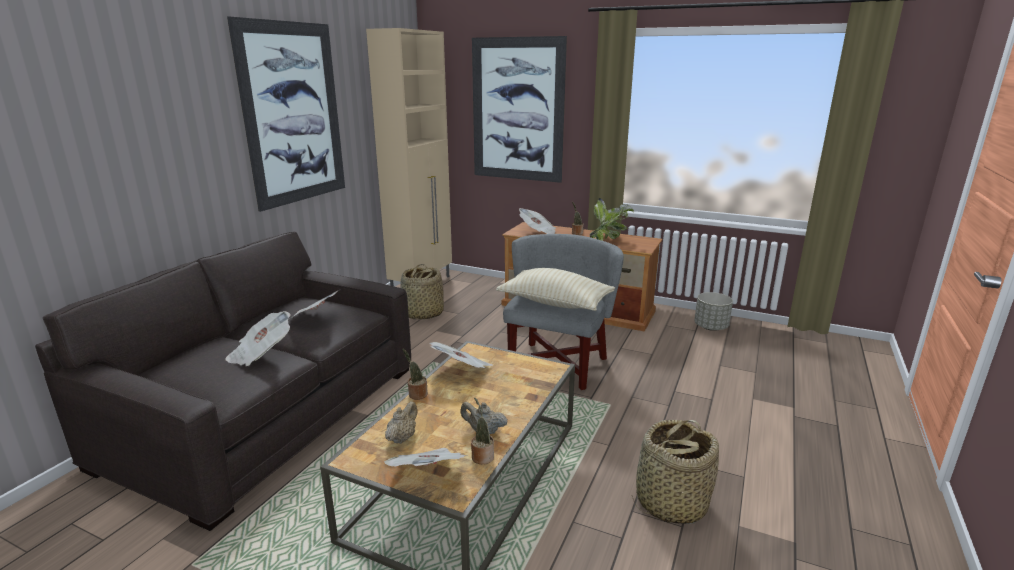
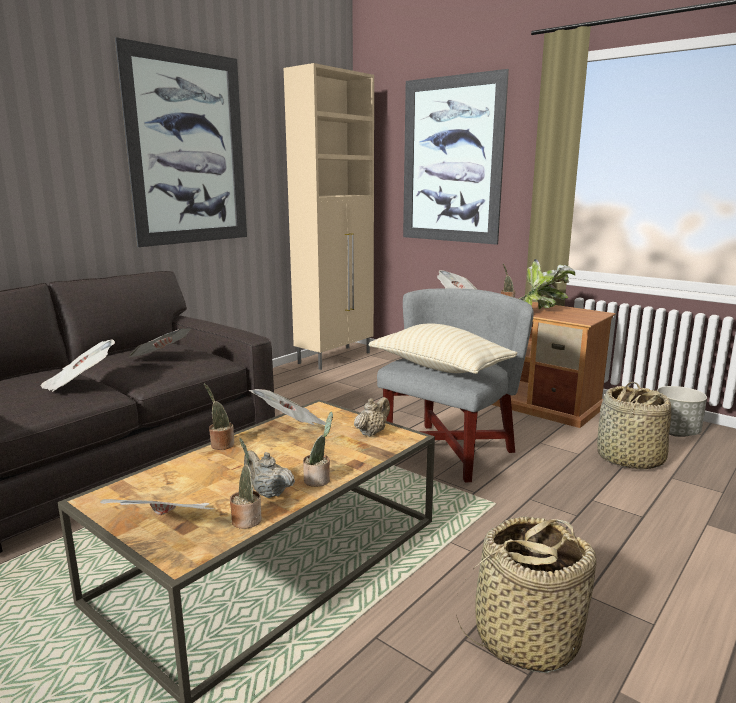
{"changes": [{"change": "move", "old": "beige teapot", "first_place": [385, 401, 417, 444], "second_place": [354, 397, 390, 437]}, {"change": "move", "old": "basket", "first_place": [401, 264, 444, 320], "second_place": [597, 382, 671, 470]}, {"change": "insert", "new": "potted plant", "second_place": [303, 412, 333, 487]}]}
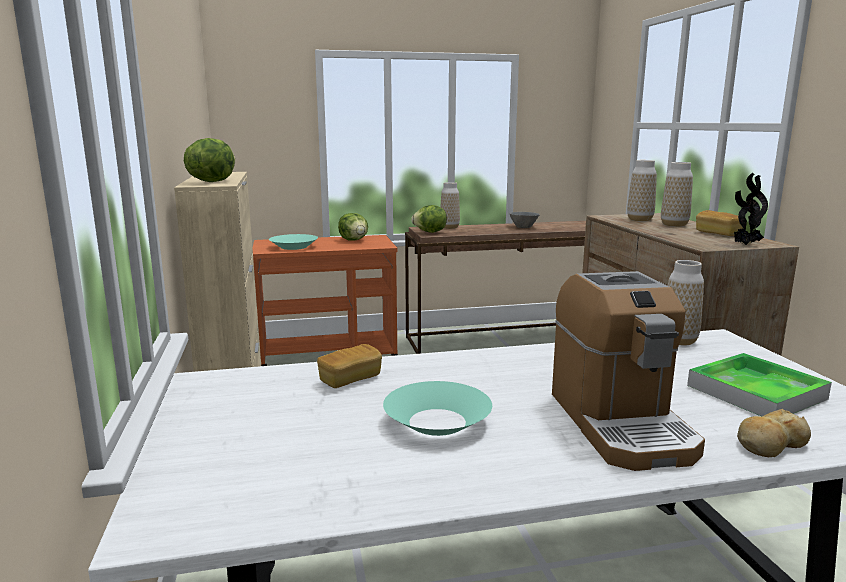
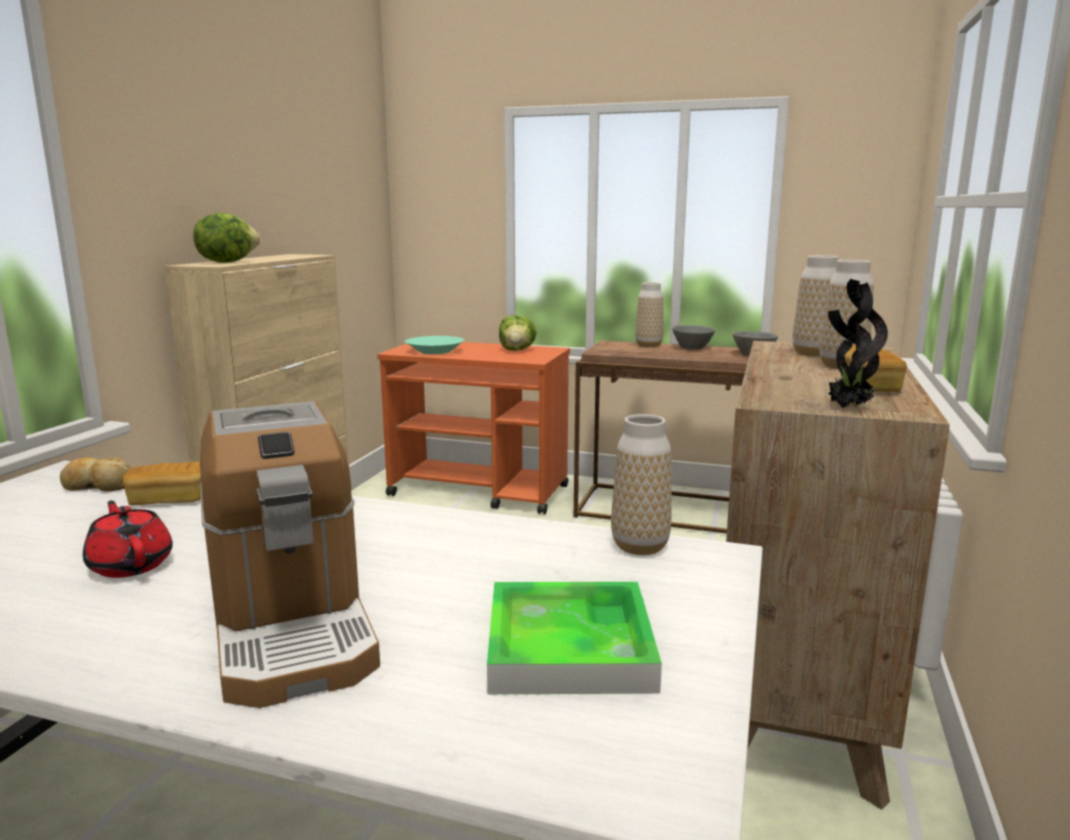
{"changes": [{"change": "replace", "old": "turquoise bowl", "new": "red teapot", "first_place": [383, 381, 492, 436], "second_place": [83, 500, 173, 578]}, {"change": "delete", "old": "lettuce", "first_place": [411, 205, 447, 233]}, {"change": "rotate", "old": "coffee machine", "first_place": [552, 271, 705, 471], "second_place": [200, 401, 380, 708], "degrees": -45}, {"change": "move", "old": "bread", "first_place": [737, 409, 811, 457], "second_place": [60, 457, 131, 491]}, {"change": "insert", "new": "grey bowl", "second_place": [672, 325, 715, 350]}]}
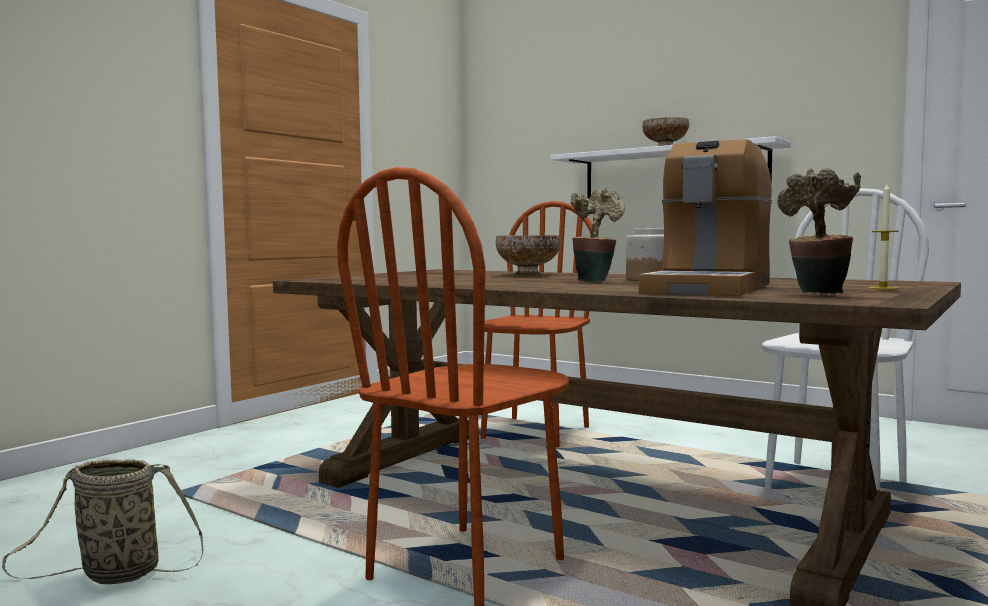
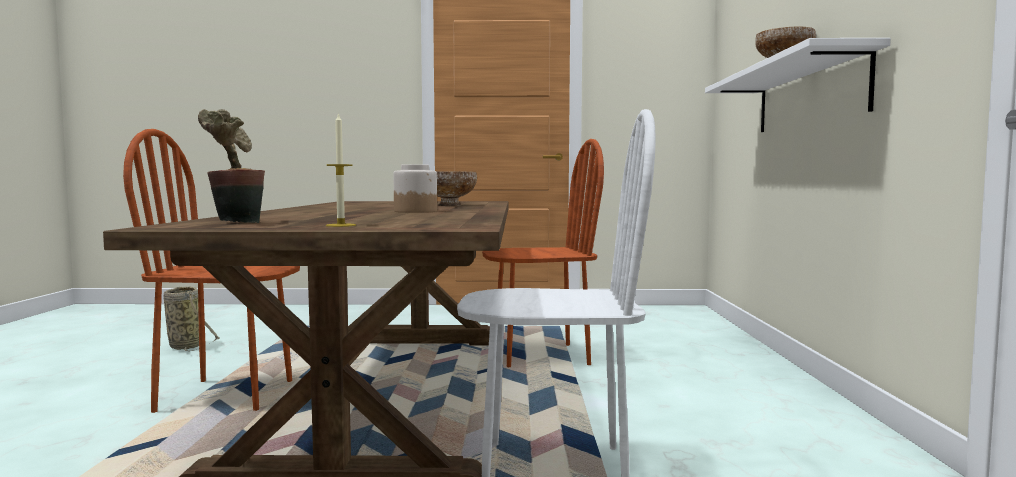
{"changes": [{"change": "delete", "old": "potted plant", "first_place": [570, 188, 625, 282]}, {"change": "delete", "old": "coffee machine", "first_place": [639, 139, 772, 296]}]}
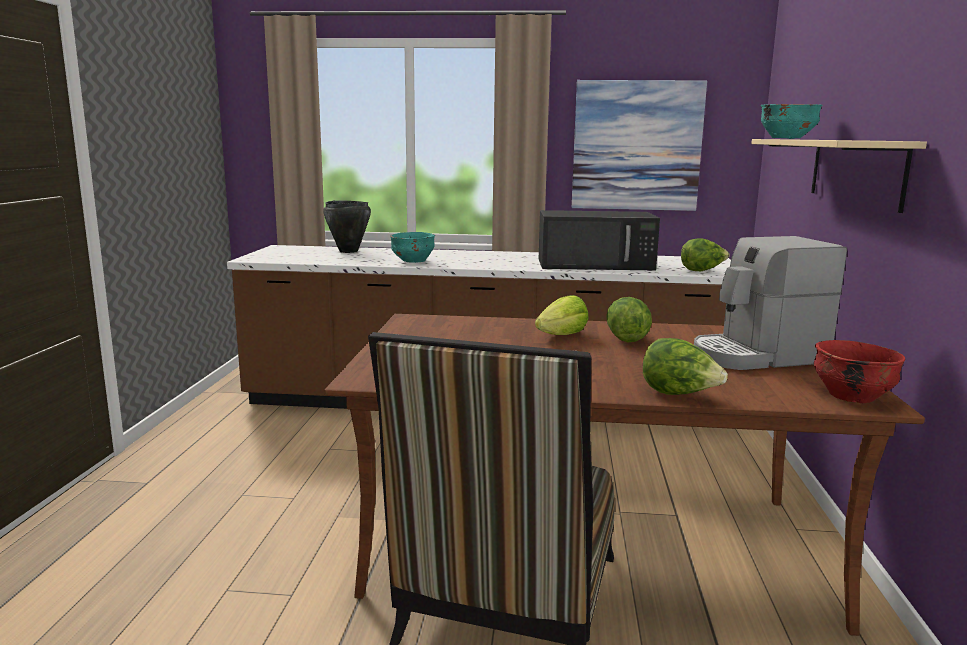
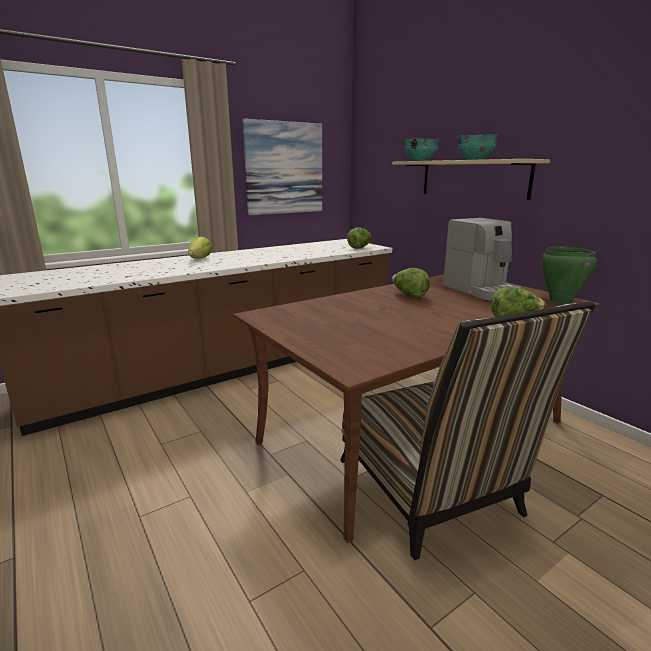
{"changes": [{"change": "delete", "old": "black cooking pot", "first_place": [323, 201, 371, 253]}, {"change": "move", "old": "turquoise bowl", "first_place": [390, 232, 435, 263], "second_place": [458, 135, 498, 160]}, {"change": "move", "old": "lettuce", "first_place": [535, 295, 589, 335], "second_place": [188, 236, 212, 259]}, {"change": "delete", "old": "black microwave", "first_place": [539, 210, 660, 270]}, {"change": "rotate", "old": "coffee machine", "first_place": [694, 236, 847, 370], "second_place": [443, 218, 521, 300], "degrees": -60}, {"change": "replace", "old": "red bowl", "new": "green cooking pot", "first_place": [814, 340, 906, 403], "second_place": [541, 246, 597, 304]}]}
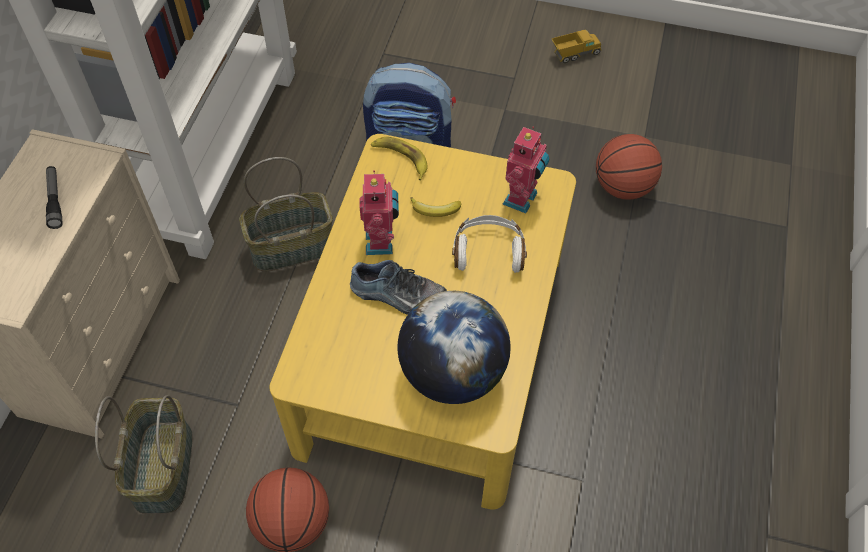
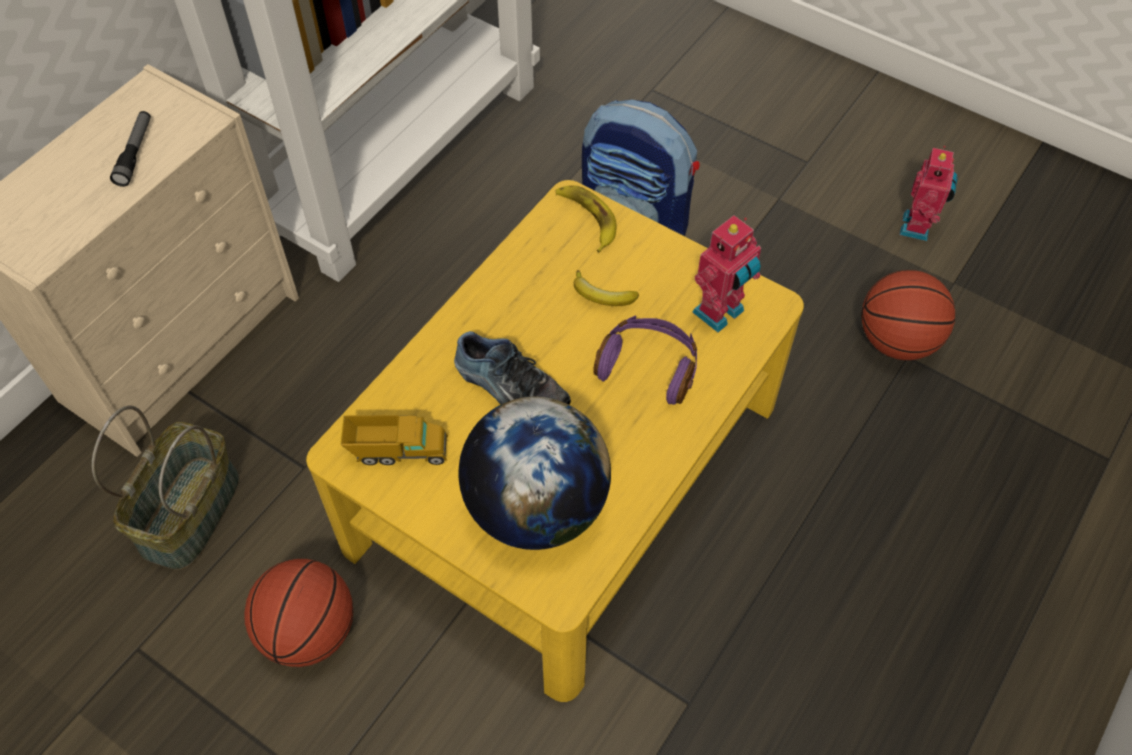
{"changes": [{"change": "delete", "old": "basket", "first_place": [239, 157, 333, 271]}, {"change": "move", "old": "toy robot", "first_place": [360, 170, 399, 255], "second_place": [899, 146, 958, 241]}, {"change": "recolor", "old": "white headphones", "new": "purple headphones", "first_place": [452, 215, 527, 273], "second_place": [593, 316, 697, 405]}, {"change": "move", "old": "toy truck", "first_place": [552, 29, 601, 63], "second_place": [341, 415, 448, 465]}]}
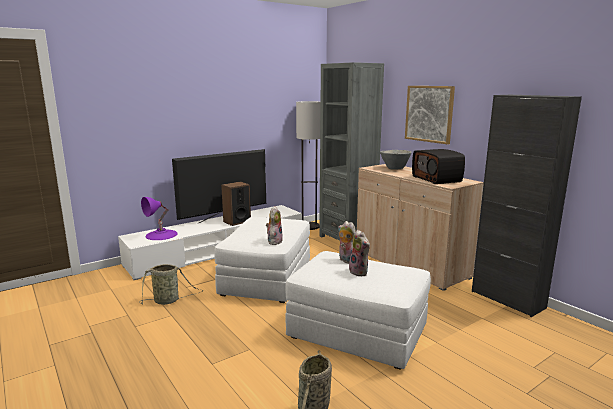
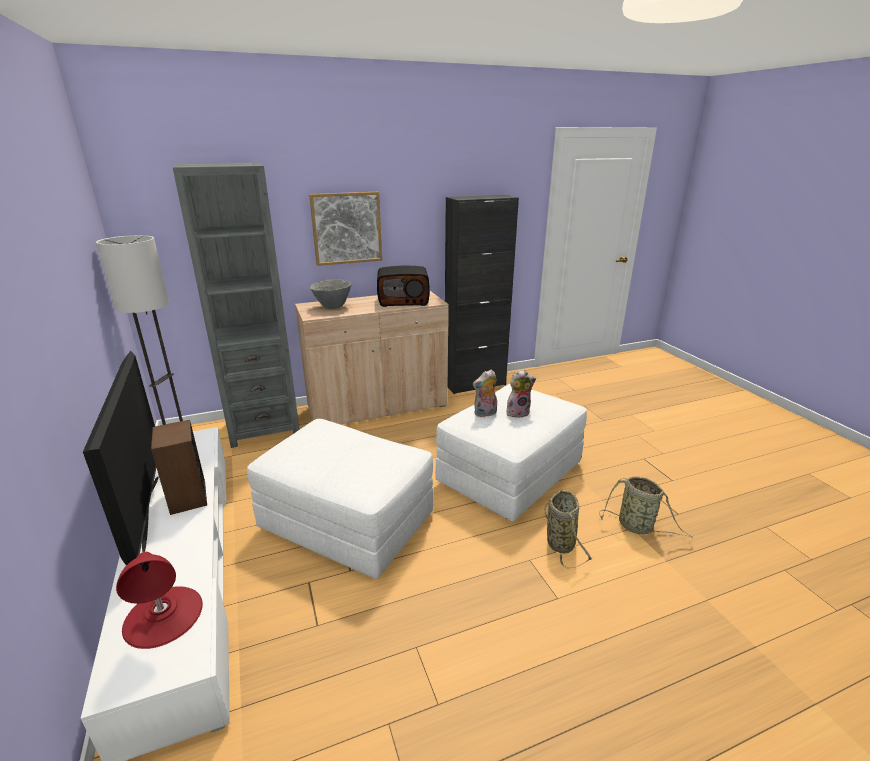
{"changes": [{"change": "move", "old": "basket", "first_place": [139, 264, 204, 305], "second_place": [544, 490, 592, 569]}, {"change": "recolor", "old": "purple table lamp", "new": "red table lamp", "first_place": [141, 197, 178, 240], "second_place": [116, 552, 203, 649]}, {"change": "delete", "old": "plush toy", "first_place": [266, 206, 283, 245]}]}
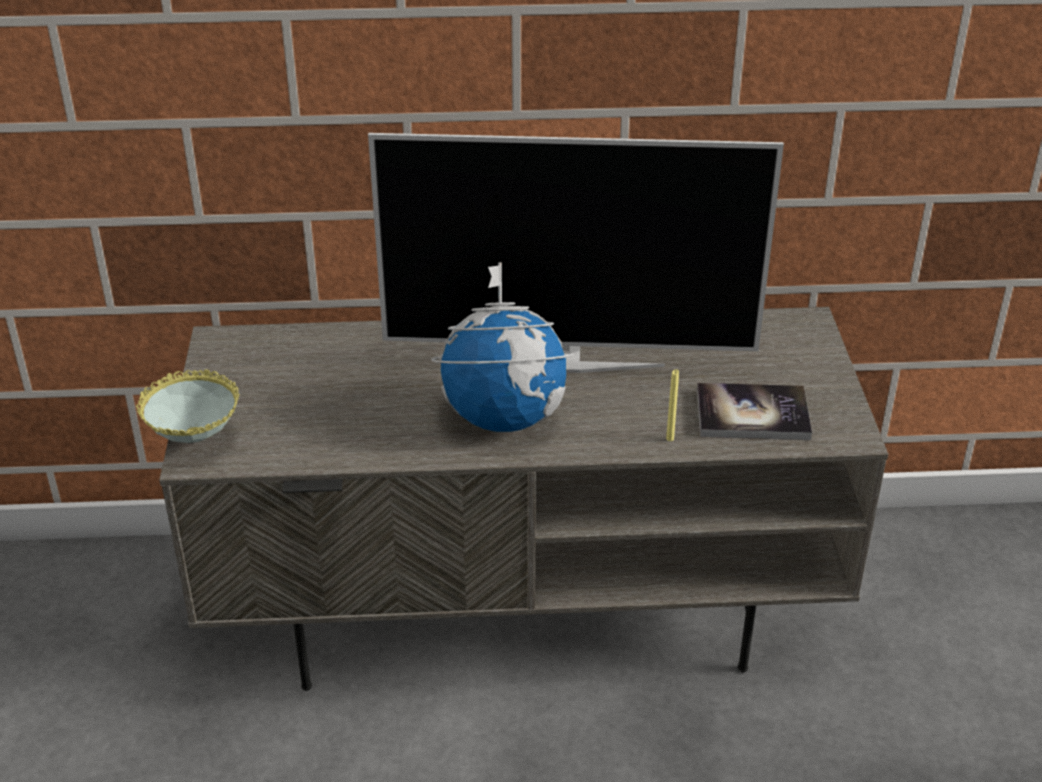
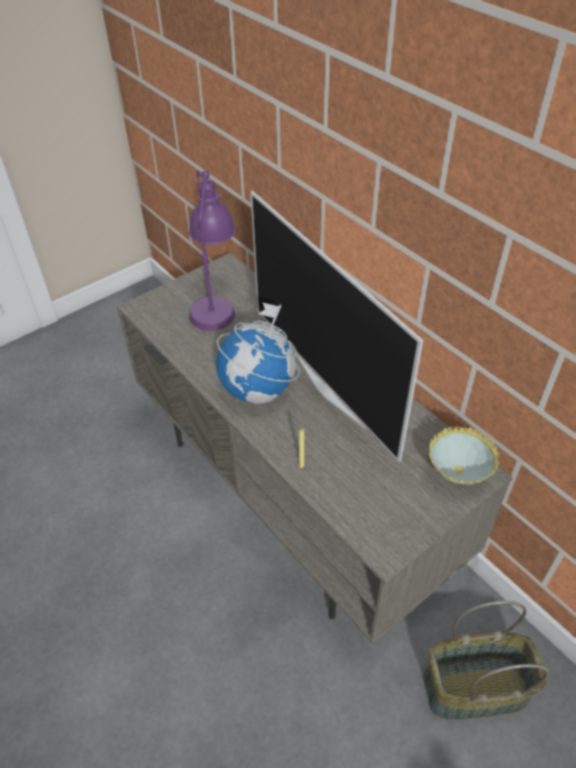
{"changes": [{"change": "move", "old": "bowl", "first_place": [136, 369, 239, 443], "second_place": [429, 427, 499, 485]}, {"change": "delete", "old": "book", "first_place": [697, 383, 812, 440]}, {"change": "insert", "new": "purple table lamp", "second_place": [189, 170, 236, 331]}, {"change": "insert", "new": "basket", "second_place": [423, 601, 549, 720]}]}
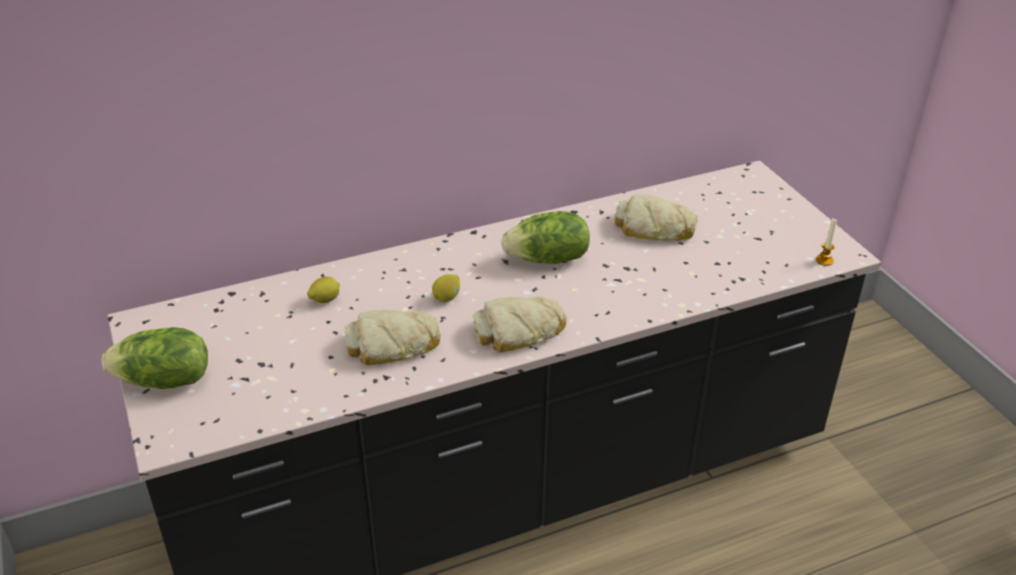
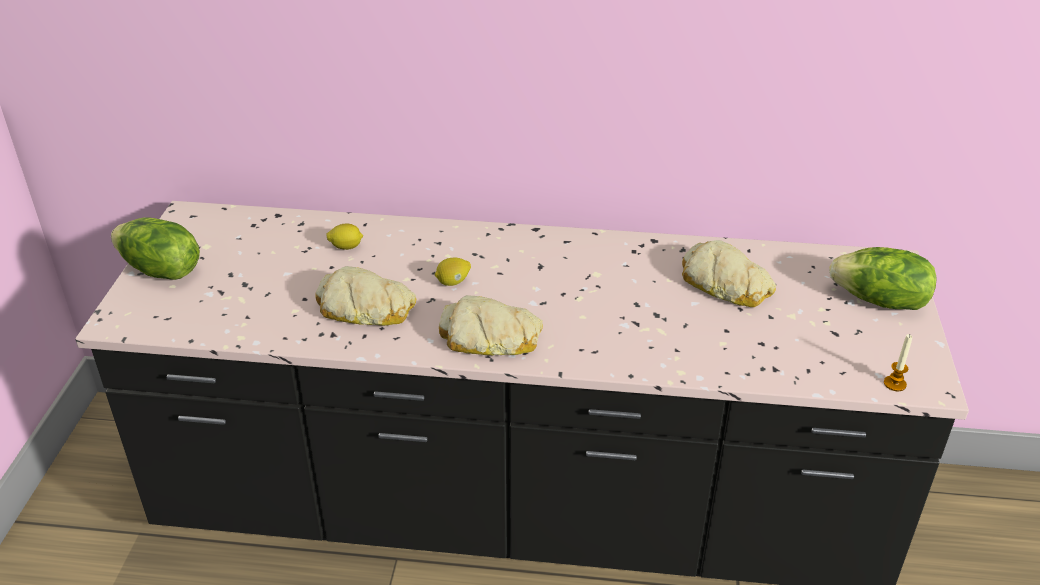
{"changes": [{"change": "move", "old": "lettuce", "first_place": [501, 211, 590, 264], "second_place": [829, 247, 937, 310]}]}
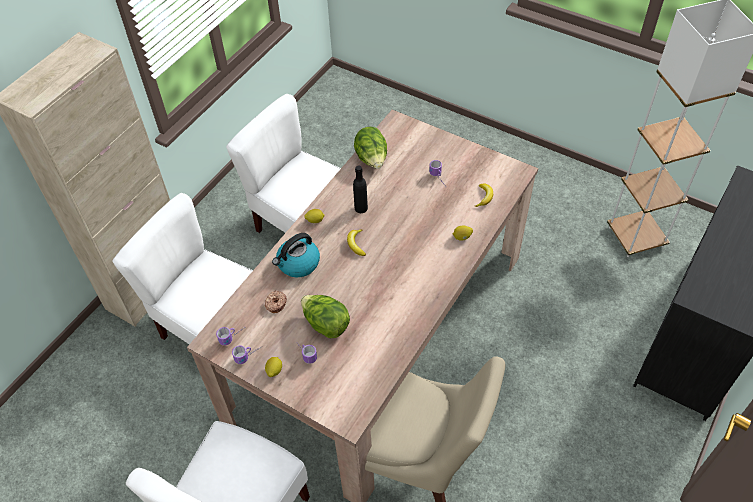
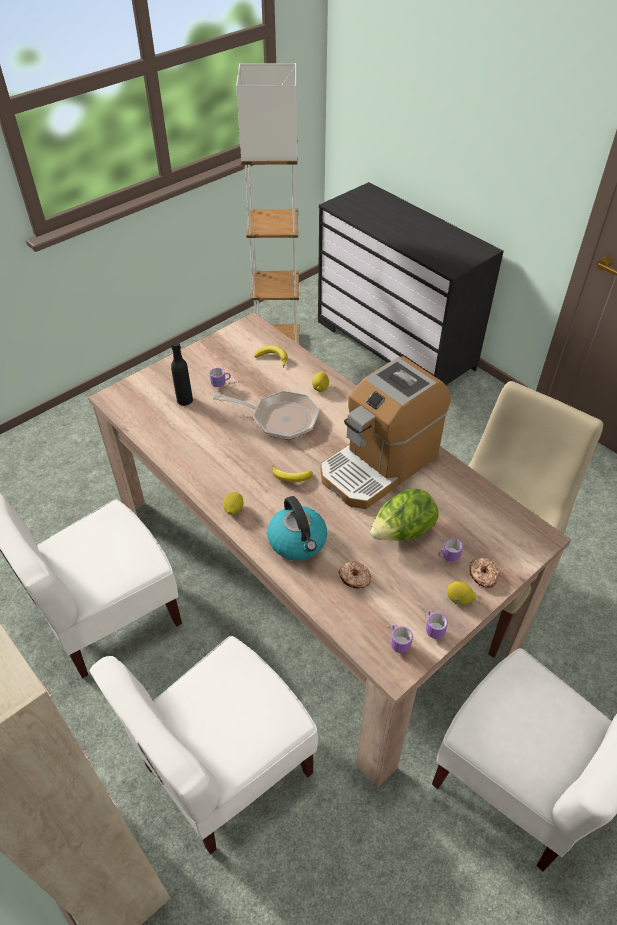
{"changes": [{"change": "move", "old": "black bottle", "first_place": [353, 166, 368, 213], "second_place": [171, 341, 193, 406]}, {"change": "delete", "old": "lettuce", "first_place": [354, 127, 387, 169]}, {"change": "insert", "new": "frying pan", "second_place": [213, 391, 319, 440]}, {"change": "insert", "new": "coffee machine", "second_place": [321, 357, 451, 509]}, {"change": "insert", "new": "donut", "second_place": [469, 558, 499, 588]}]}
